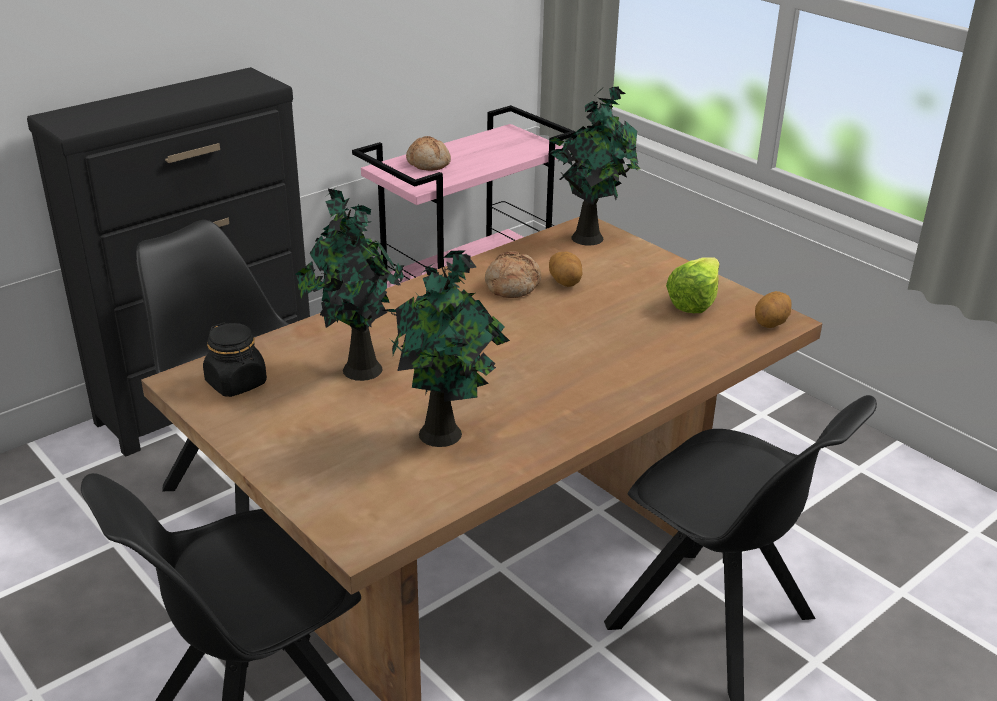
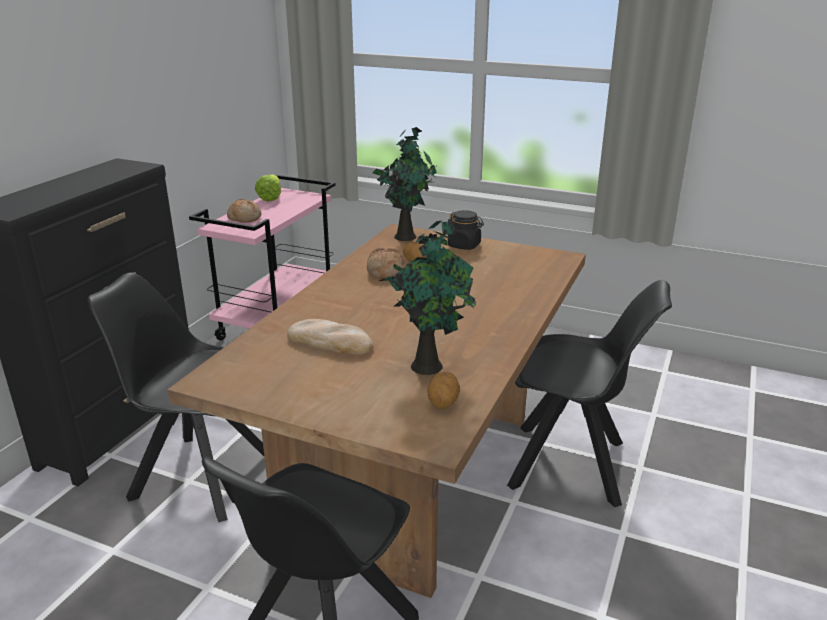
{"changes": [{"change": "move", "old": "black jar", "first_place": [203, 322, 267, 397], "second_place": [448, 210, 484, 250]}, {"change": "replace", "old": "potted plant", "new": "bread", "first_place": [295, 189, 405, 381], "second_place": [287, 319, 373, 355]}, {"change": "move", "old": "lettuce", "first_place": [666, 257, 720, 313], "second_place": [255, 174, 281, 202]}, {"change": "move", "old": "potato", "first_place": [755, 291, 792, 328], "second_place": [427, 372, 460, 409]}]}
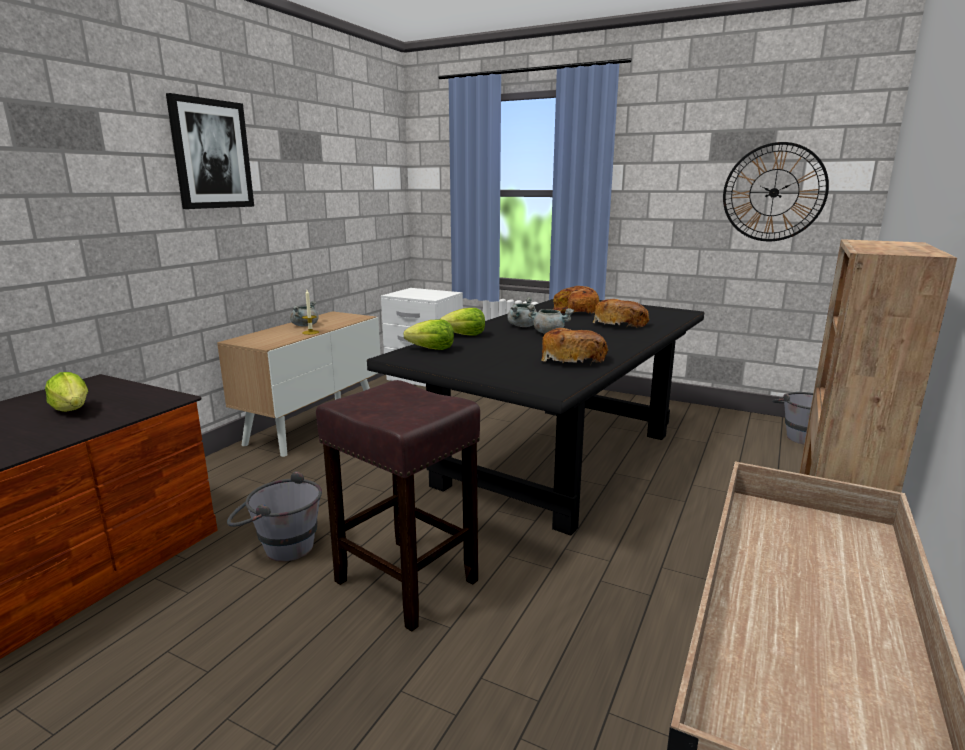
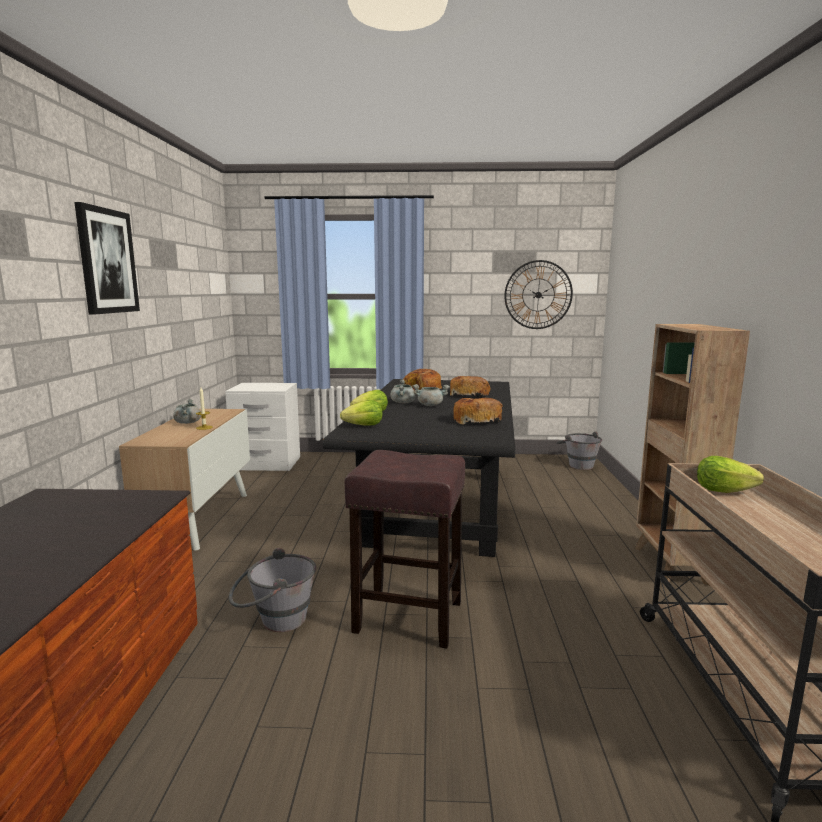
{"changes": [{"change": "move", "old": "lettuce", "first_place": [45, 372, 88, 412], "second_place": [697, 456, 764, 493]}]}
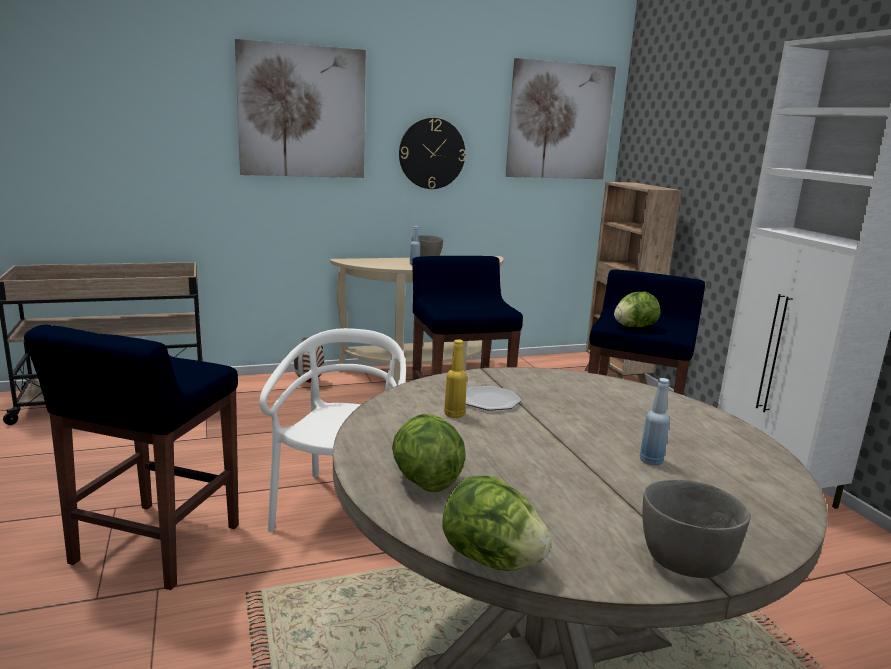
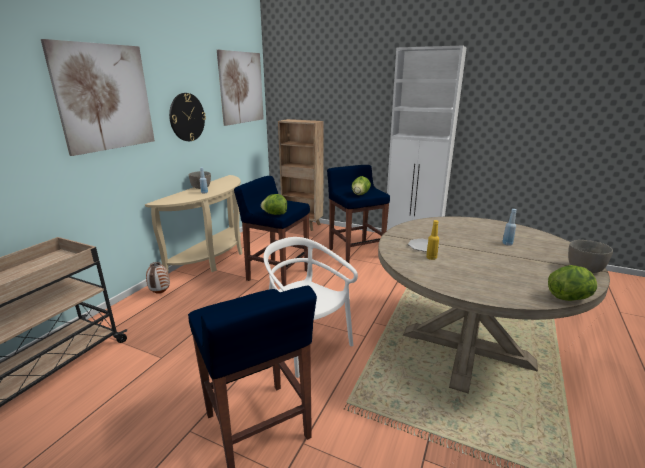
{"changes": [{"change": "move", "old": "lettuce", "first_place": [392, 414, 466, 492], "second_place": [261, 194, 287, 215]}]}
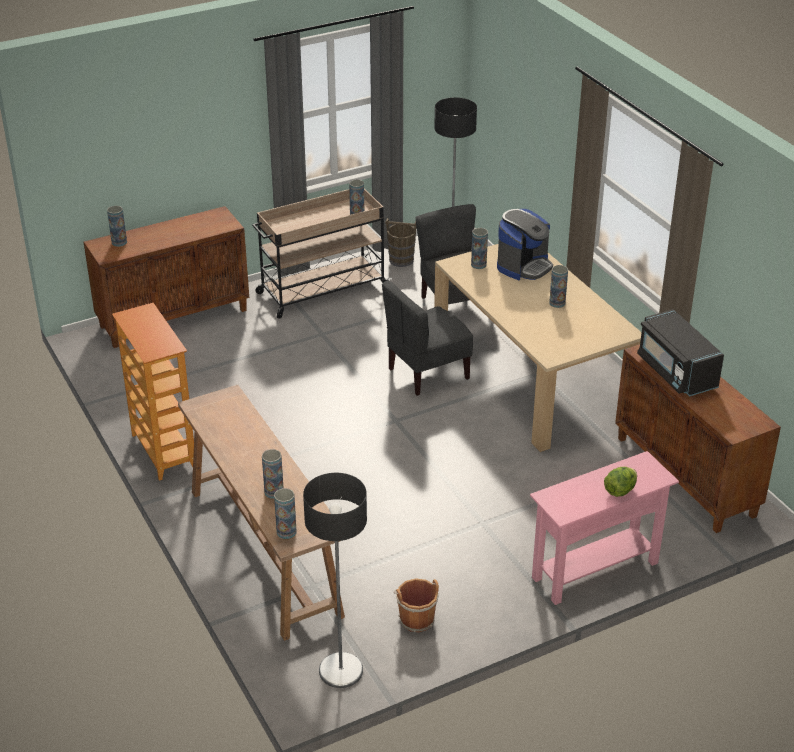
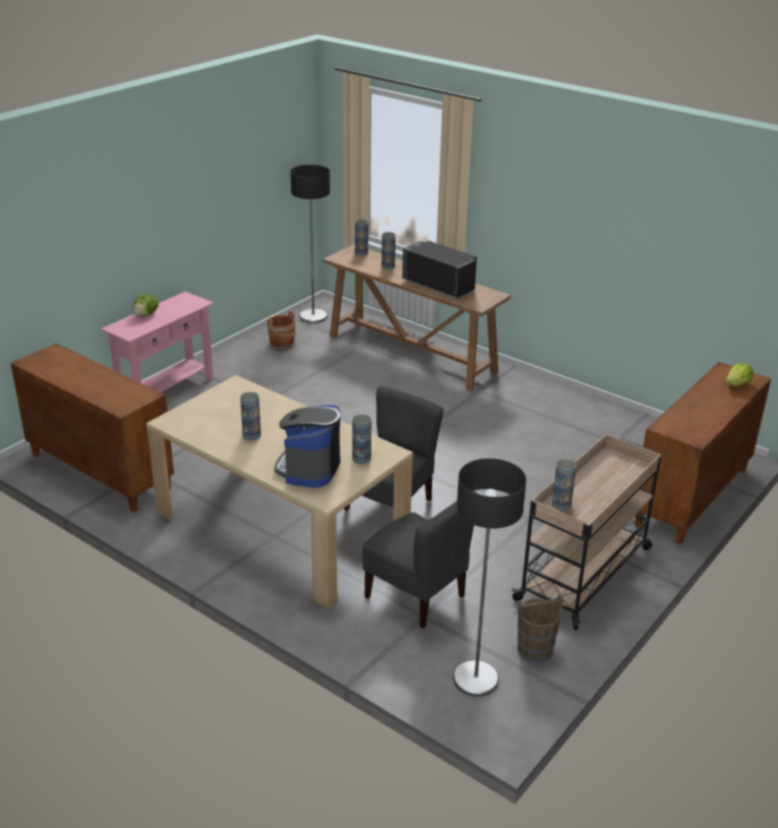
{"changes": [{"change": "replace", "old": "vase", "new": "lettuce", "first_place": [107, 206, 127, 247], "second_place": [726, 363, 753, 386]}, {"change": "delete", "old": "bookcase", "first_place": [112, 303, 194, 481]}, {"change": "move", "old": "black microwave", "first_place": [637, 309, 724, 396], "second_place": [402, 241, 477, 299]}]}
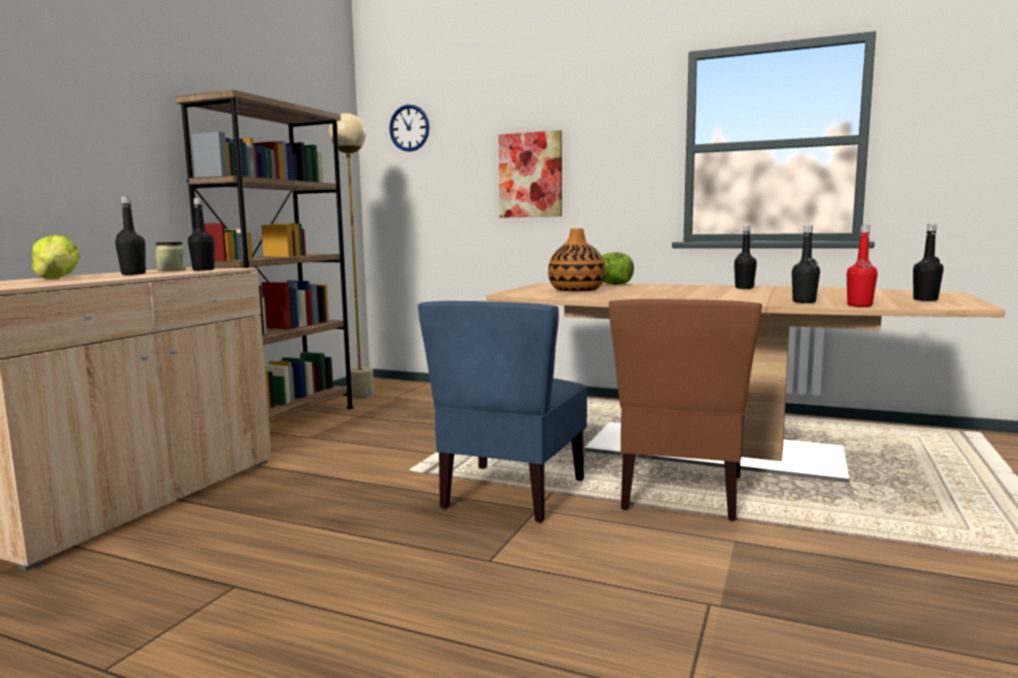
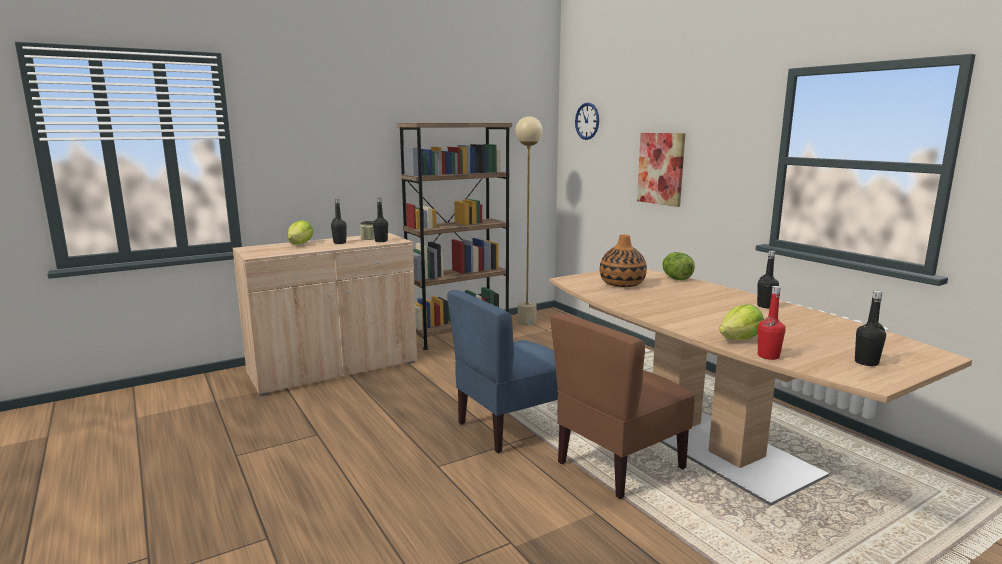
{"changes": [{"change": "replace", "old": "black bottle", "new": "lettuce", "first_place": [792, 226, 820, 303], "second_place": [719, 304, 764, 340]}]}
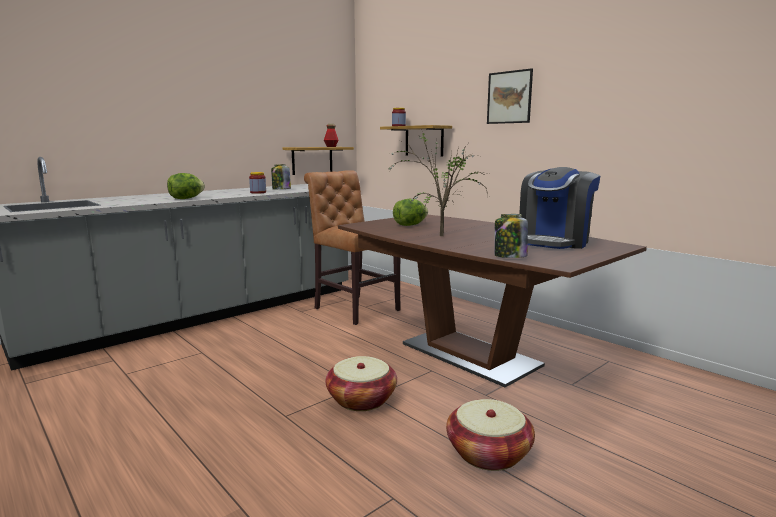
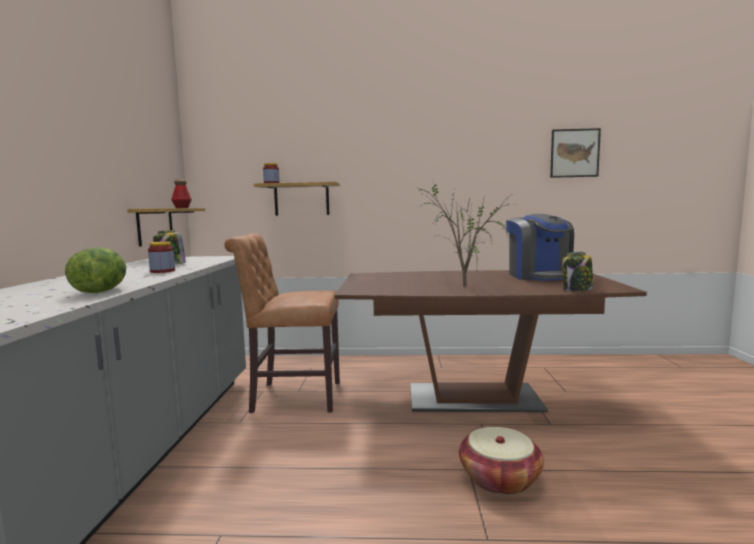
{"changes": [{"change": "delete", "old": "lettuce", "first_place": [393, 199, 428, 226]}, {"change": "delete", "old": "basket", "first_place": [446, 399, 535, 471]}, {"change": "move", "old": "picture", "first_place": [487, 68, 533, 124], "second_place": [550, 128, 601, 178]}]}
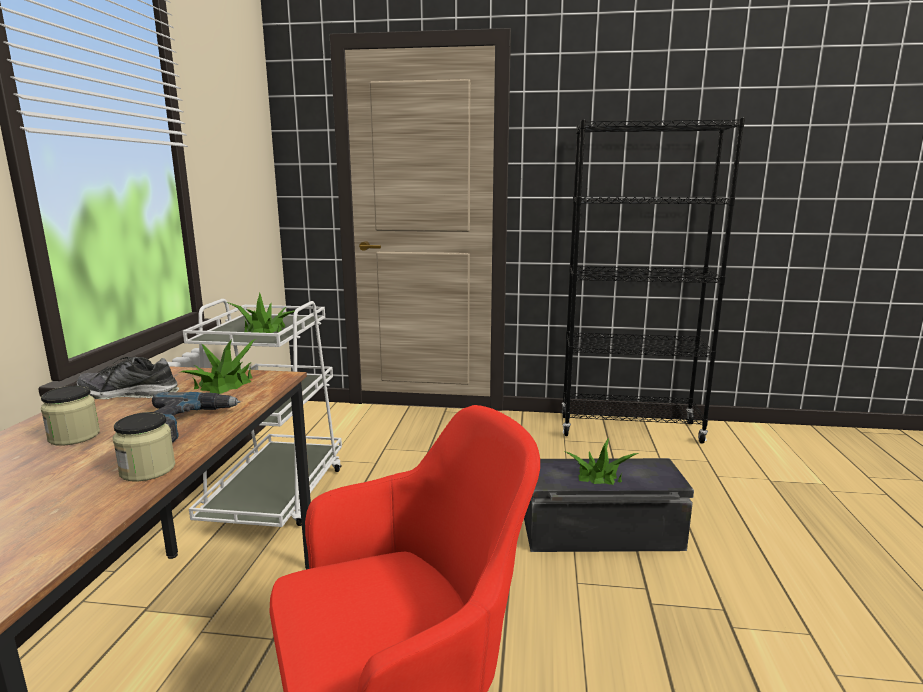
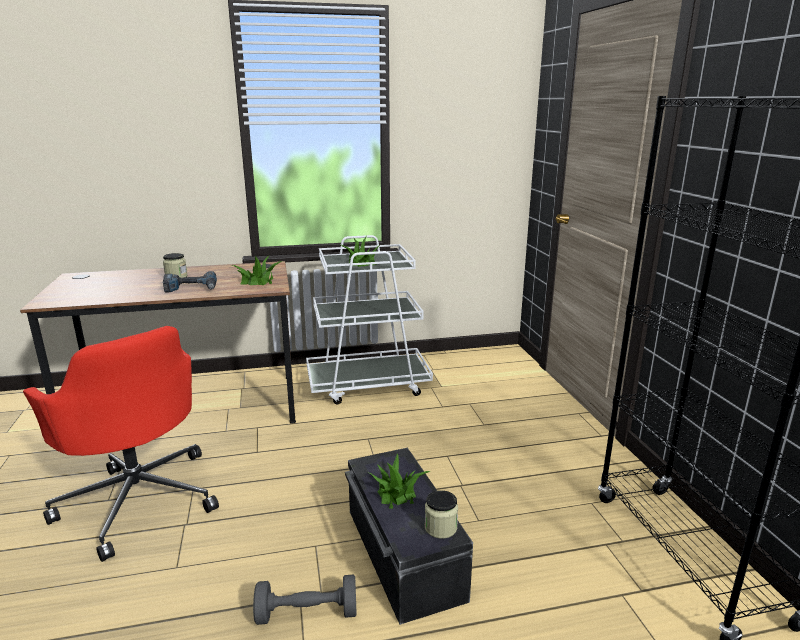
{"changes": [{"change": "delete", "old": "shoe", "first_place": [77, 357, 179, 399]}, {"change": "move", "old": "jar", "first_place": [113, 412, 175, 482], "second_place": [425, 490, 458, 539]}, {"change": "insert", "new": "grey dumbbell", "second_place": [253, 574, 357, 625]}]}
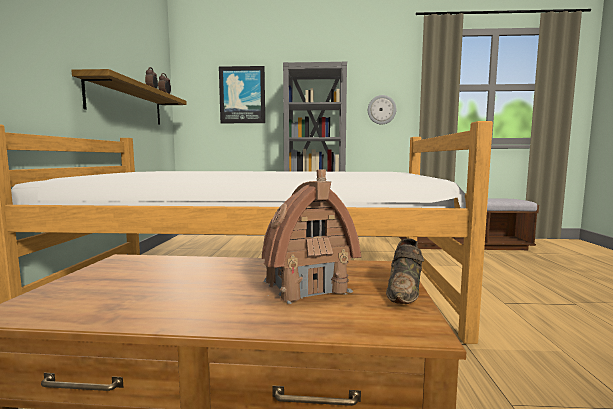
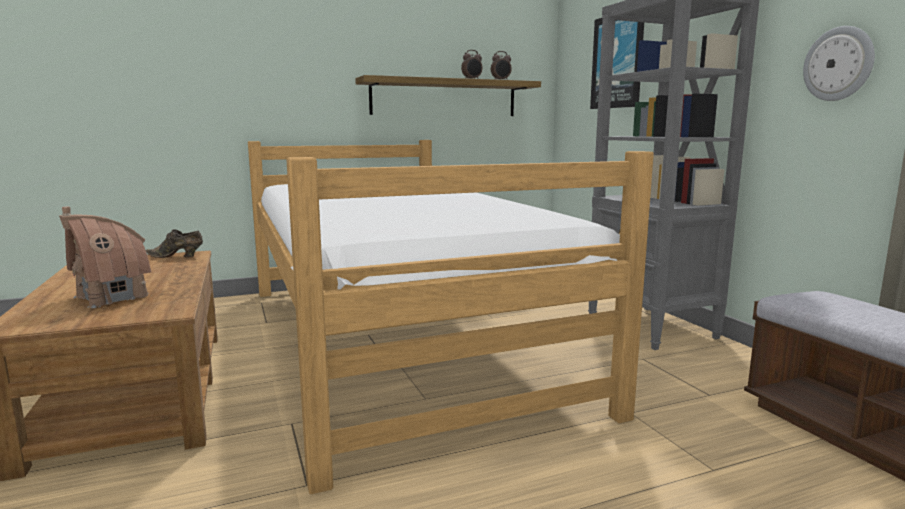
{"changes": [{"change": "move", "old": "brown shoe", "first_place": [386, 238, 424, 304], "second_place": [146, 229, 203, 258]}]}
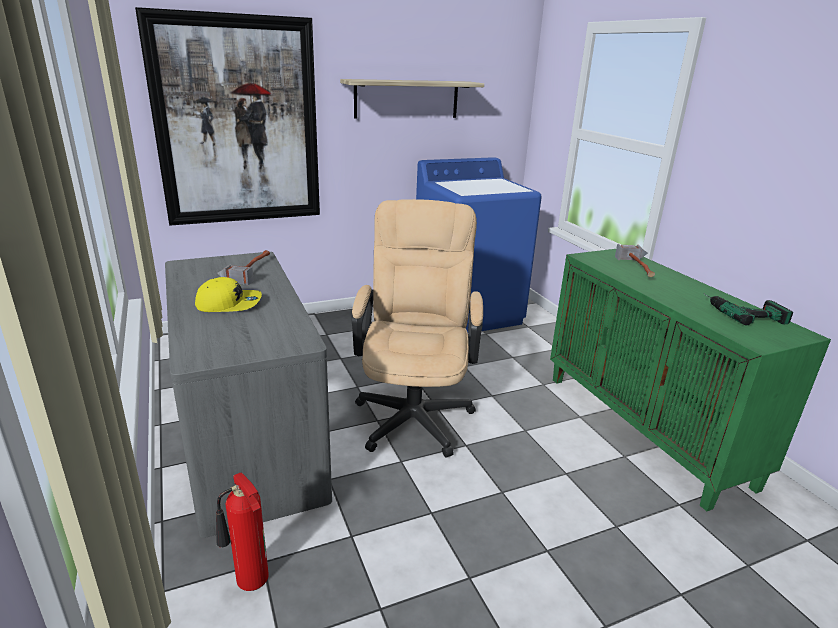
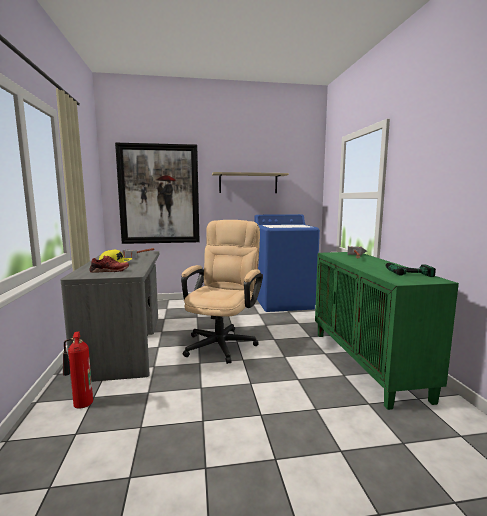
{"changes": [{"change": "insert", "new": "red shoe", "second_place": [89, 255, 129, 273]}]}
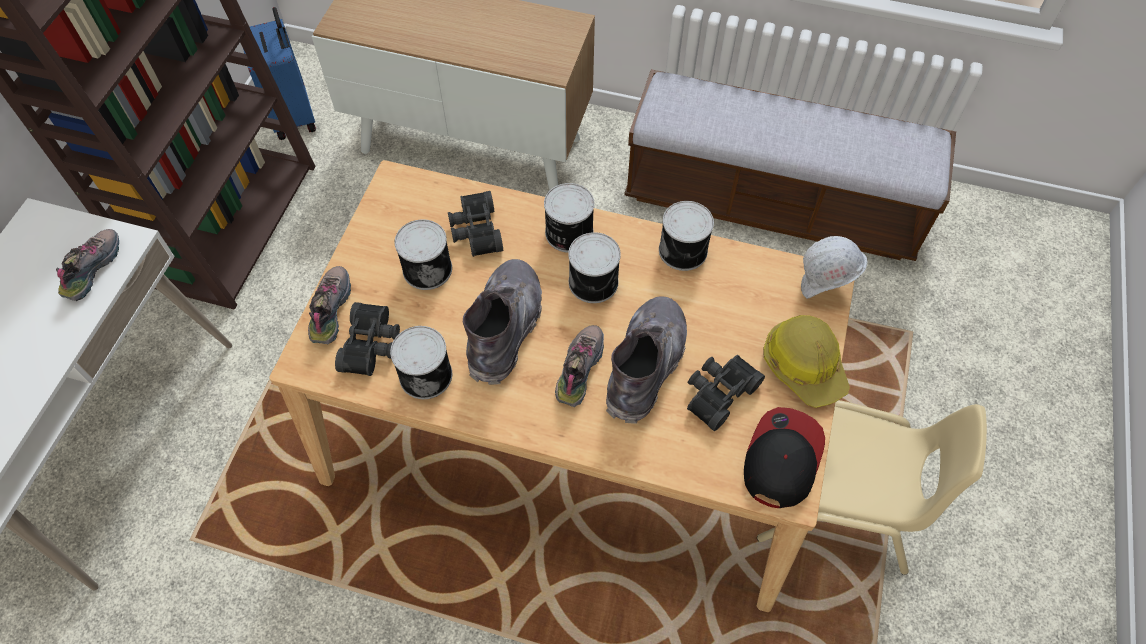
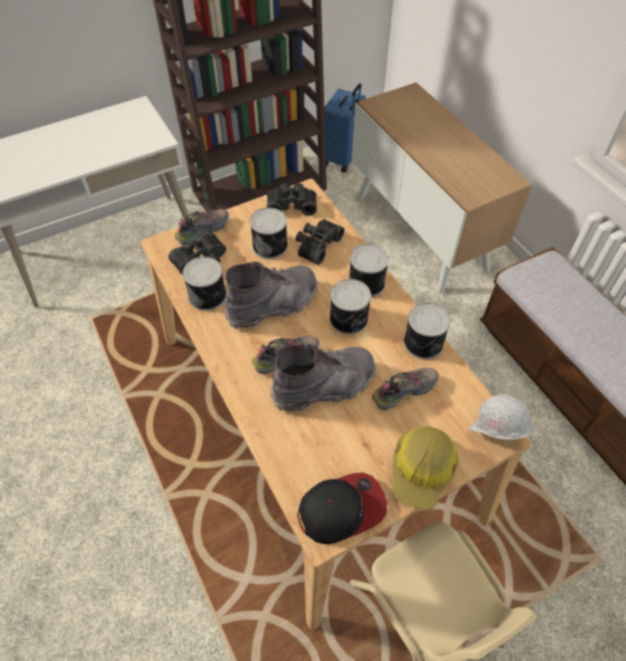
{"changes": [{"change": "move", "old": "shoe", "first_place": [56, 229, 119, 301], "second_place": [372, 368, 439, 410]}, {"change": "move", "old": "black binoculars", "first_place": [687, 355, 765, 431], "second_place": [267, 183, 317, 215]}]}
